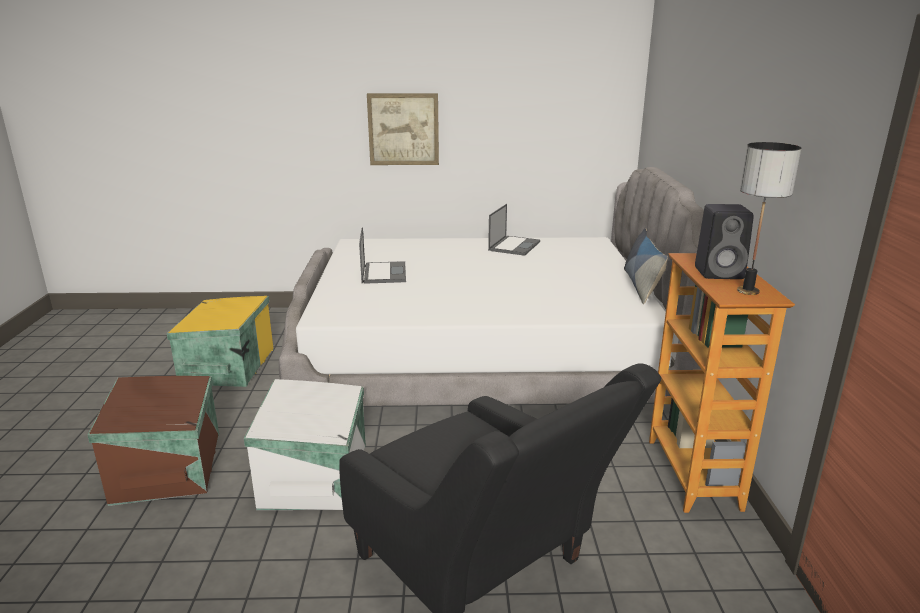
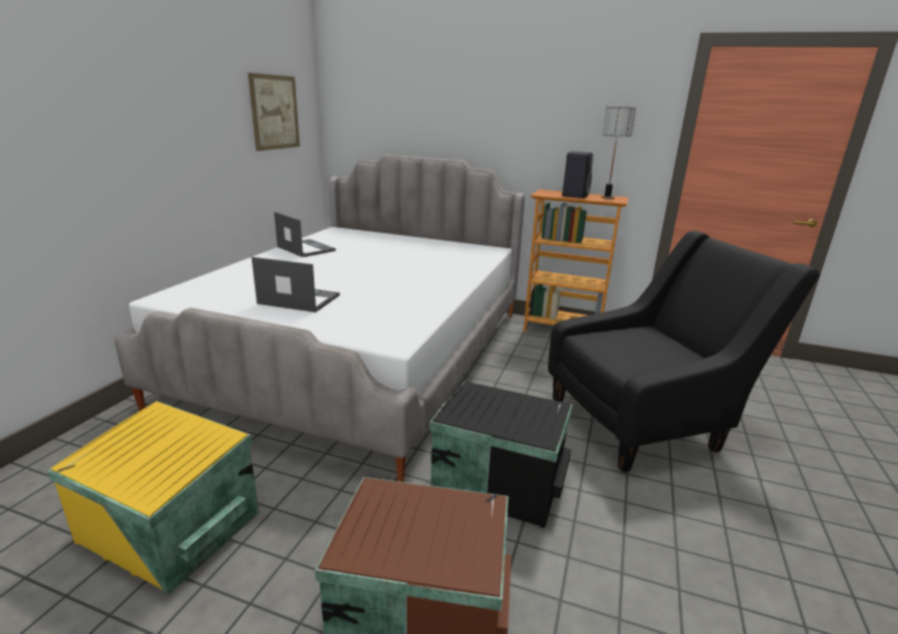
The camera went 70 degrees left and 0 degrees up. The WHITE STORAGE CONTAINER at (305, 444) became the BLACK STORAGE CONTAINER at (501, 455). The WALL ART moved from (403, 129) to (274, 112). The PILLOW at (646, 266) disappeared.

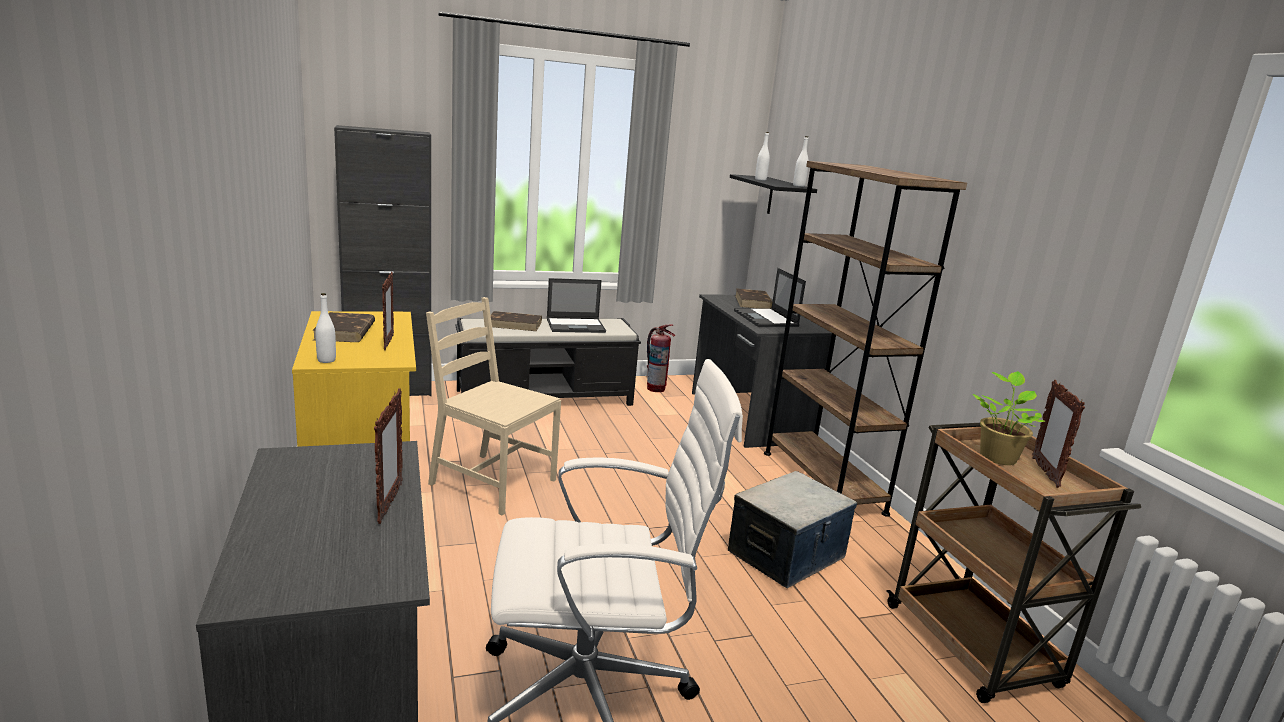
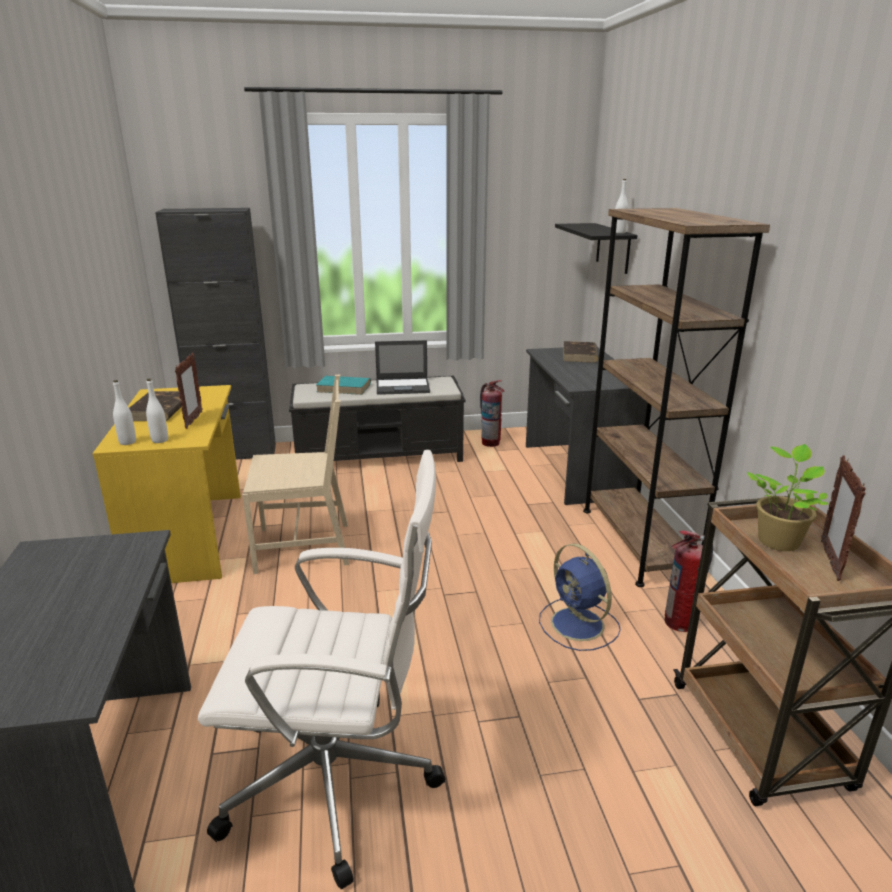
The camera went 10 degrees right and 5 degrees up. The PHOTO FRAME at (388, 456) disappeared. The BEIGE UPRIGHT CHAIR at (493, 406) turned 135 degrees clockwise. The BROWNISH BOUND BOOK at (516, 321) became the BLUE-GREEN BOUND BOOK at (343, 385). The STORAGE CONTAINER at (792, 529) was replaced by the BLUE-COLOURED COOLING FAN at (580, 597). The NOTEBOOK COMPUTER at (770, 297) disappeared. The WHITE BOTTLE moved from (762, 156) to (157, 411). The EXTINGUISHER at (689, 581) appeared.

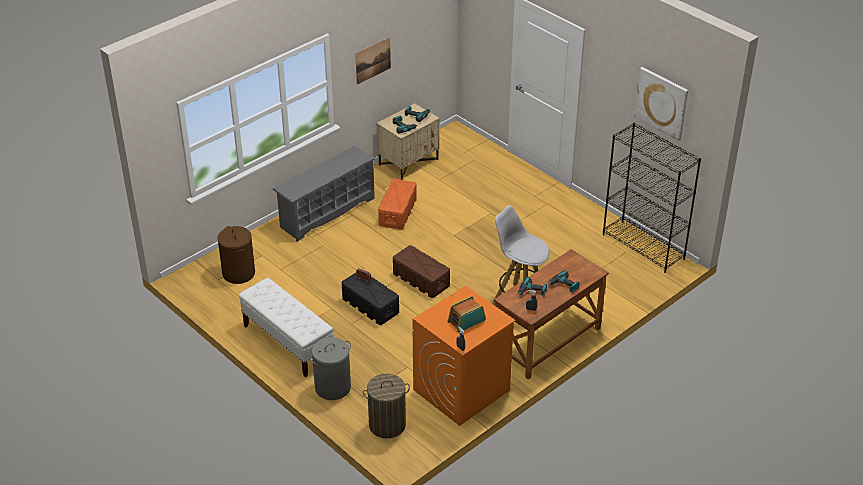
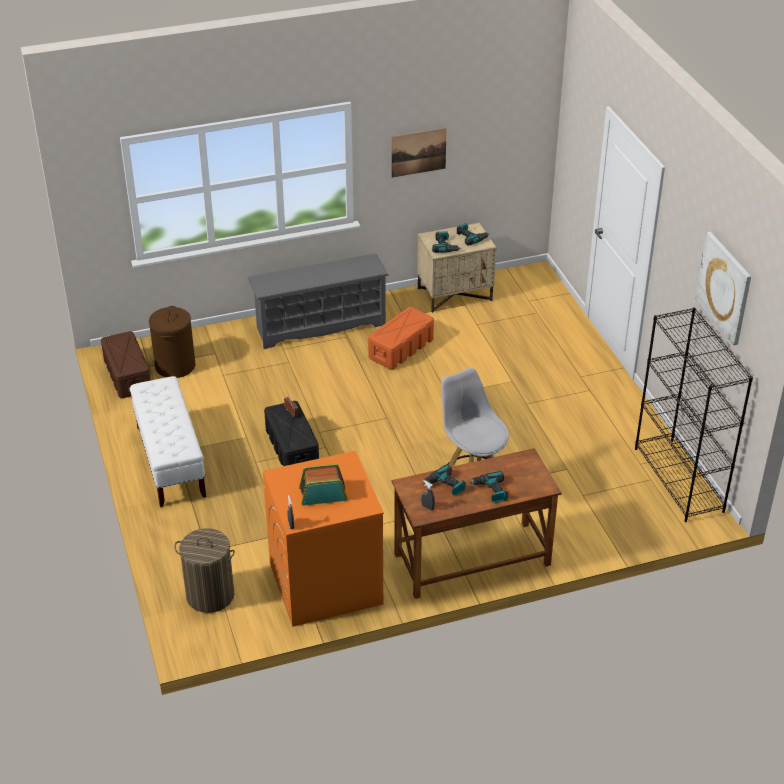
The camera went 25 degrees right and 0 degrees up. The GREY WASHING BASKET at (330, 368) disappeared. The BROWNISH STORAGE CONTAINER moved from (421, 271) to (126, 364).

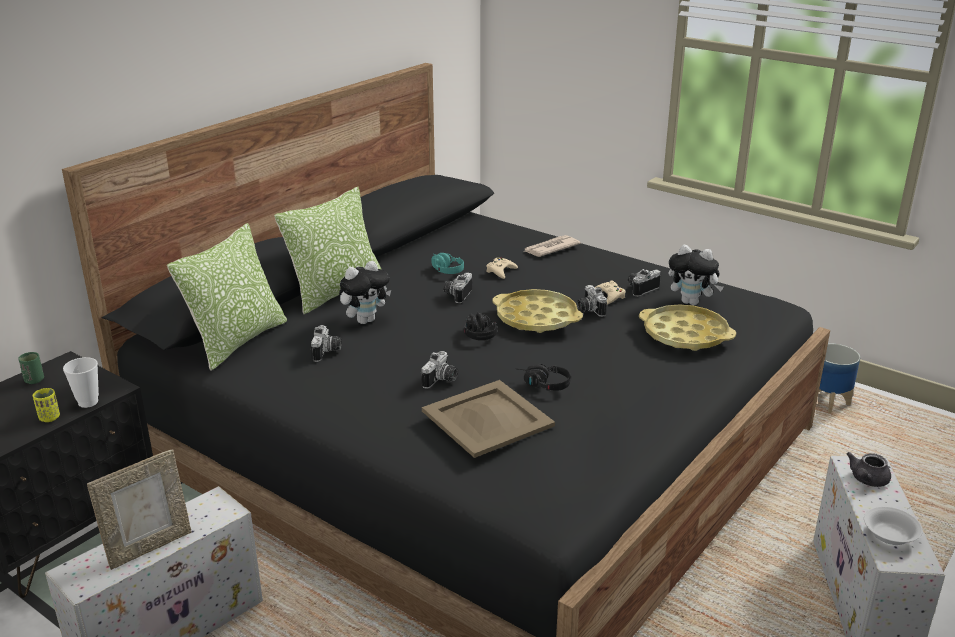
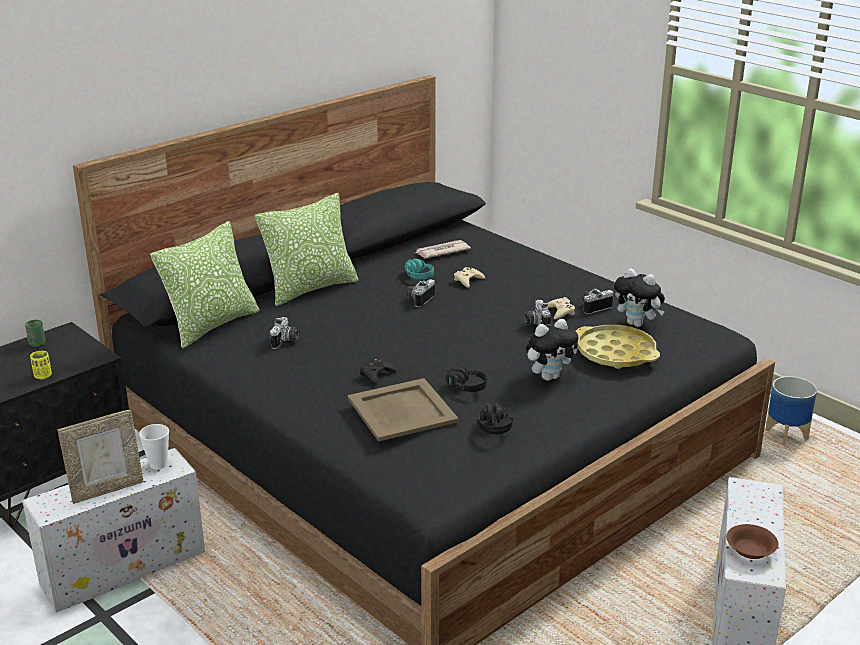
The camera went 10 degrees right and 0 degrees up. The DRINKING CUP moved from (81, 382) to (154, 446). The SOFT TOY moved from (365, 292) to (552, 350). The STILL CAMERA at (439, 370) was replaced by the BLACK JOYPAD at (378, 371). The BLACK PAIR OF HEADPHONES moved from (480, 326) to (495, 417). The YELLOW TRAY at (537, 311) disappeared. The NEWSPAPER moved from (553, 246) to (442, 249). The GREY TEAPOT at (868, 469) disappeared. The WHITE BOWL at (893, 525) became the BROWNISH BOWL at (752, 541).

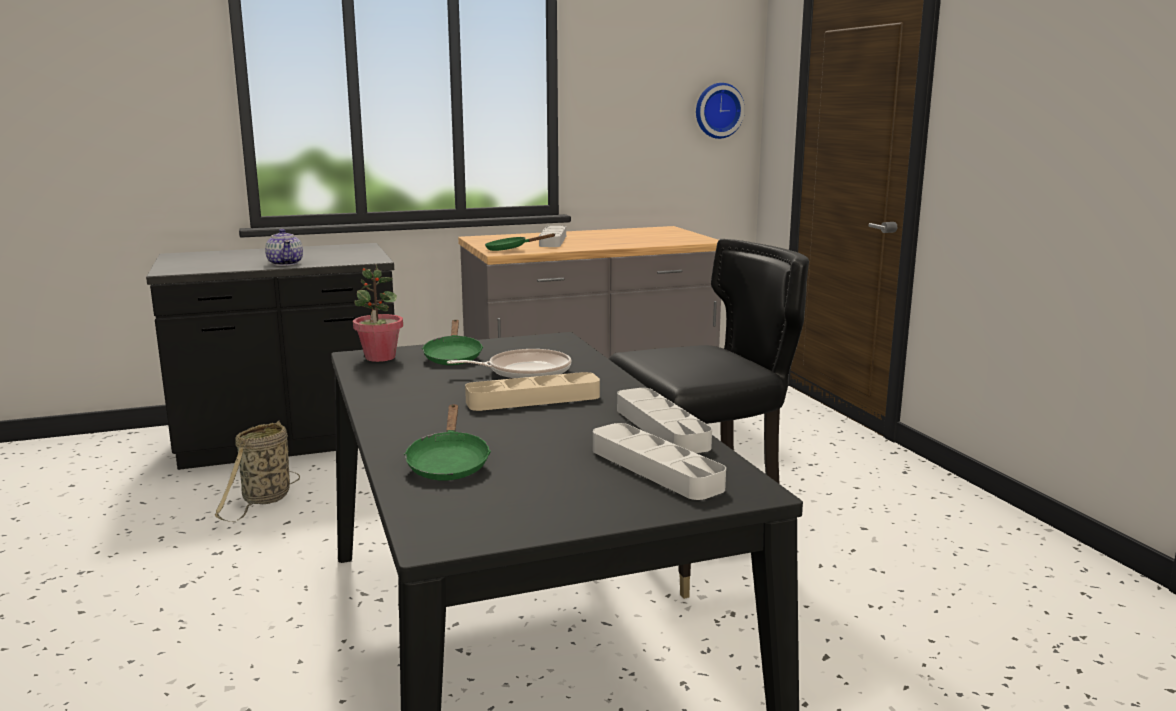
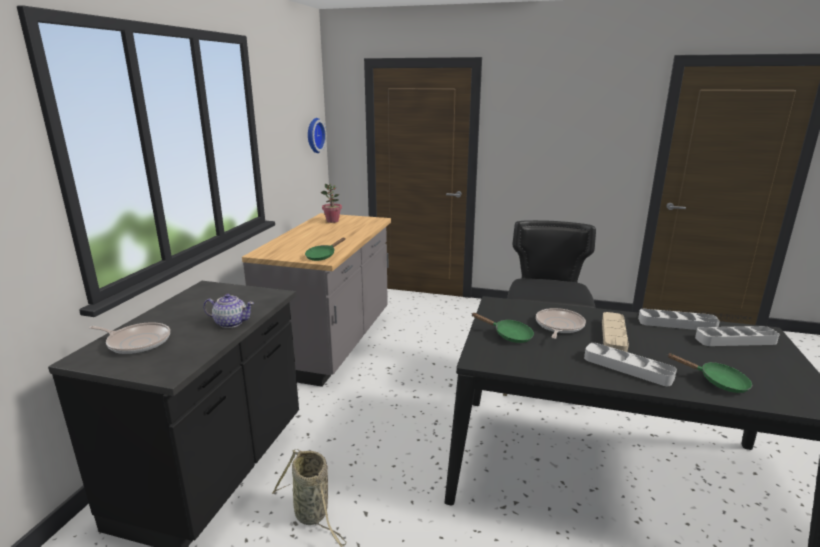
The camera went 55 degrees left and 5 degrees up. The HOUSEPLANT moved from (378, 313) to (331, 203). The GREY TRAY moved from (552, 236) to (630, 364). The PAN at (129, 338) appeared.

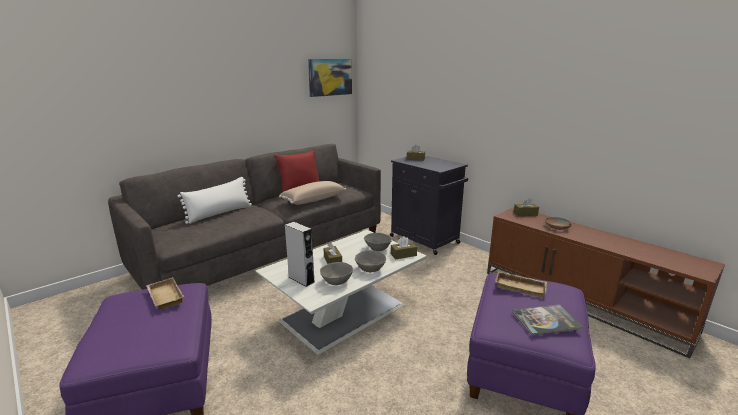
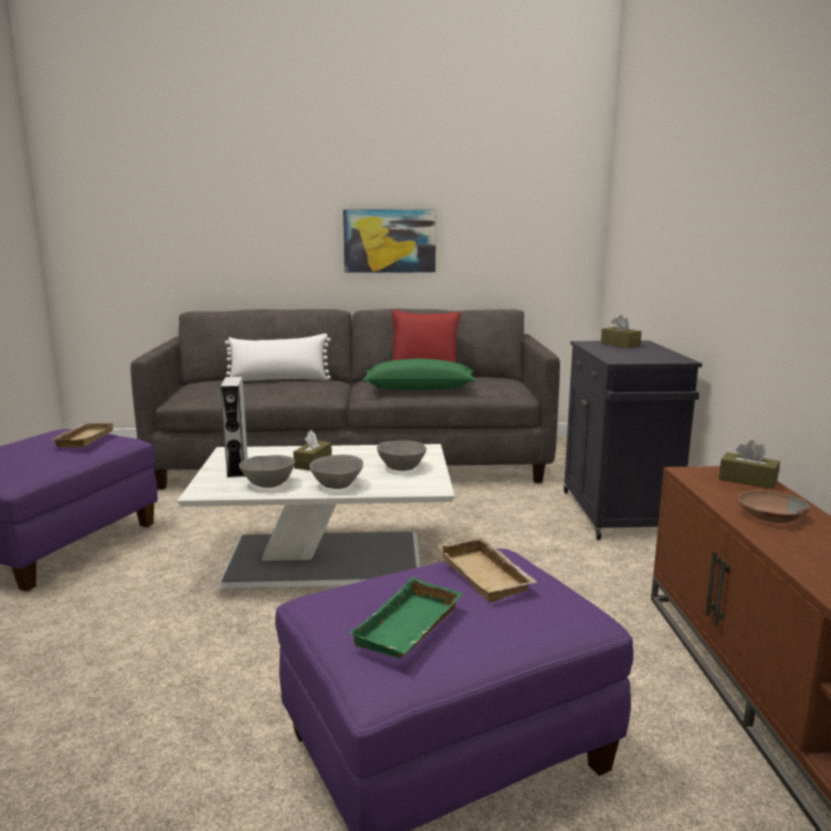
The camera went 40 degrees right and 5 degrees down. The BEIGE PILLOW at (312, 193) became the GREEN-COLOURED PILLOW at (419, 374). The WALL ART moved from (330, 78) to (389, 241). The BROWNISH TISSUE HOLDER at (404, 247) disappeared. The BOUND BOOK at (548, 320) was replaced by the GREEN-COLOURED TRAY at (406, 617).

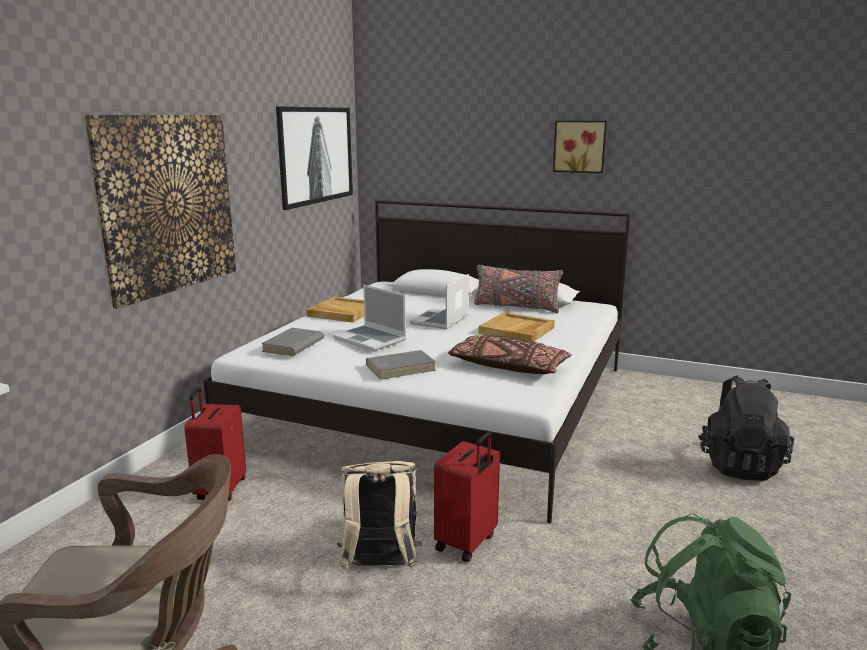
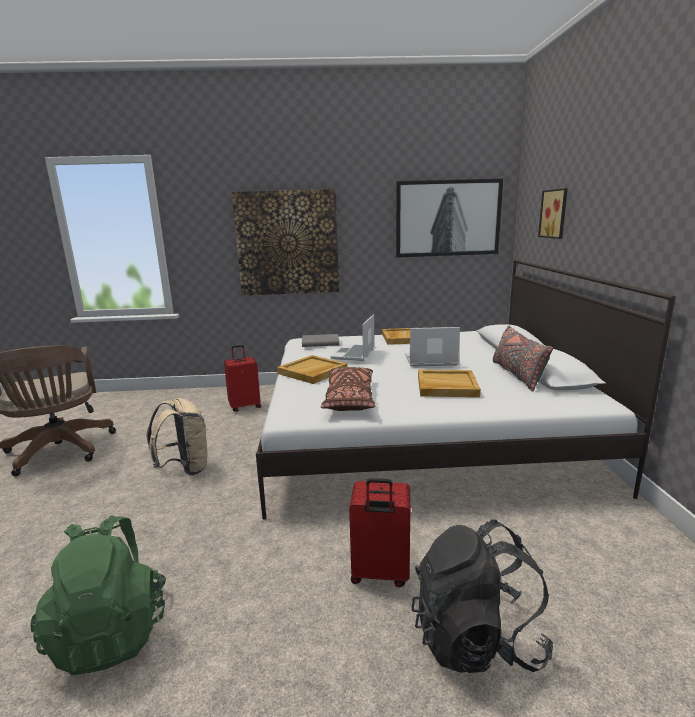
The camera went 65 degrees right and 0 degrees up. The GREY BOUND BOOK at (401, 365) was replaced by the BEIGE TRAY at (312, 369). The RED SUITCASE moved from (467, 497) to (379, 532). The WALL ART moved from (580, 147) to (553, 213).

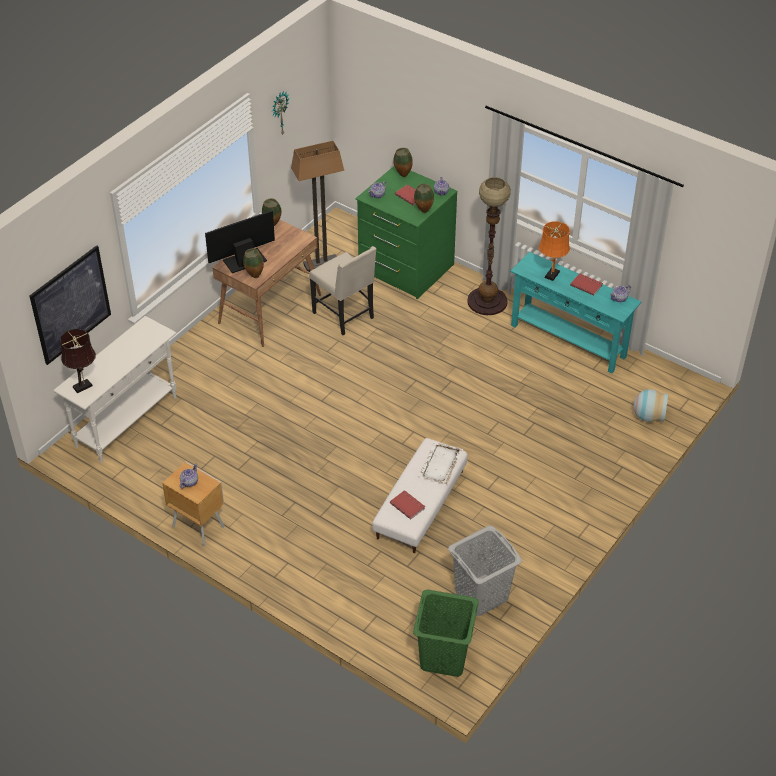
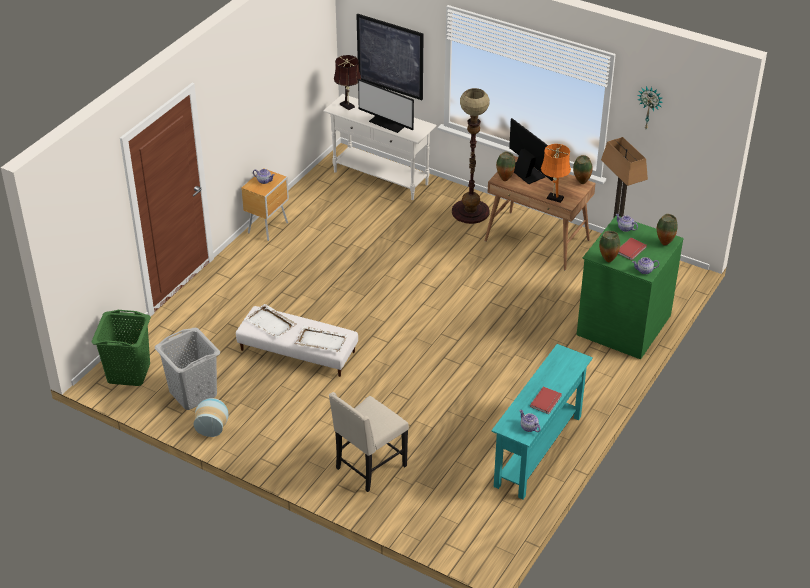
The camera went 85 degrees right and 5 degrees down. The BEIGE UPRIGHT CHAIR moved from (342, 290) to (369, 442). The RED BOUND BOOK at (407, 505) was replaced by the WHITE TRAY at (271, 321). The STANDING LAMP moved from (489, 246) to (471, 156). The ORANGE-COLOURED LAMP FOR A TABLE moved from (554, 251) to (556, 173). The VASE moved from (650, 405) to (211, 417). The MONITOR at (386, 106) appeared.

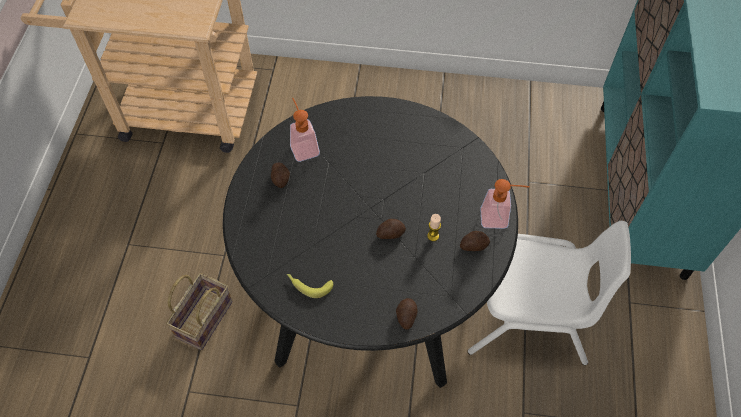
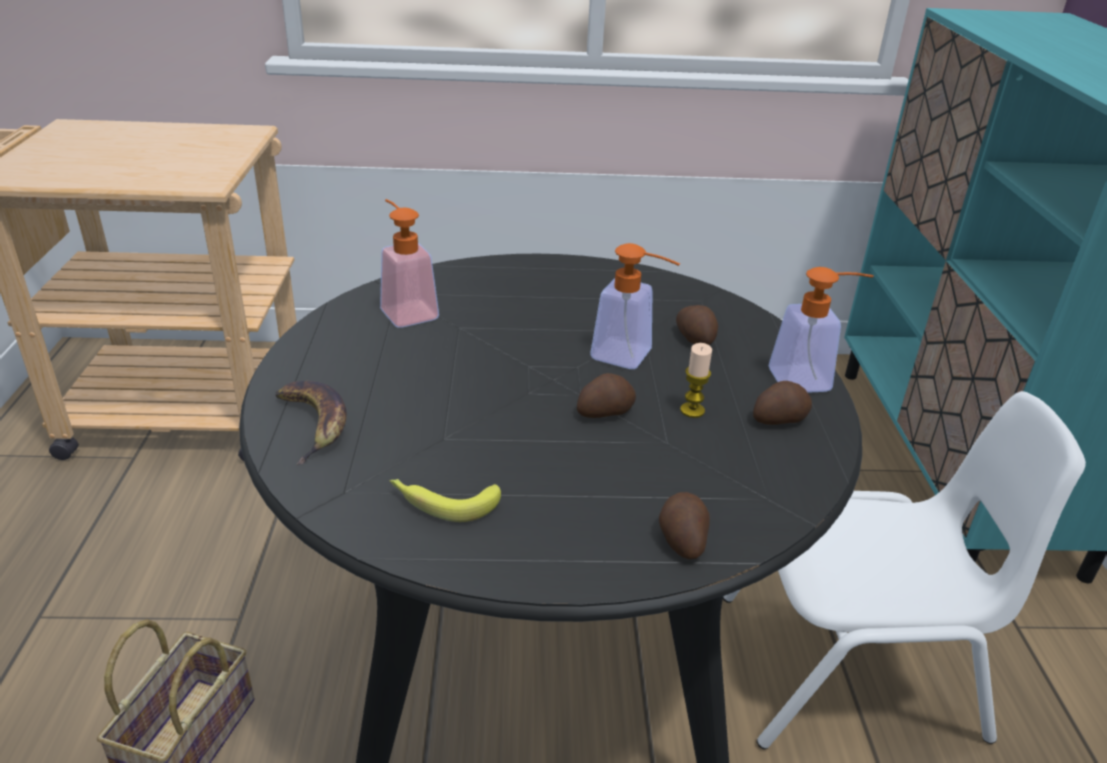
The camera went 10 degrees left and 25 degrees down. The SPUD moved from (280, 175) to (697, 325). The WHOLE BANANA at (311, 423) appeared. The SOAP BOTTLE at (635, 306) appeared.

